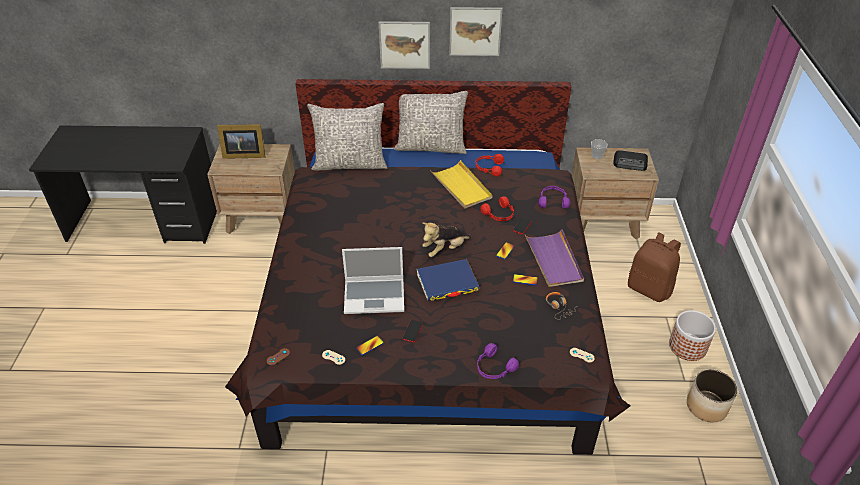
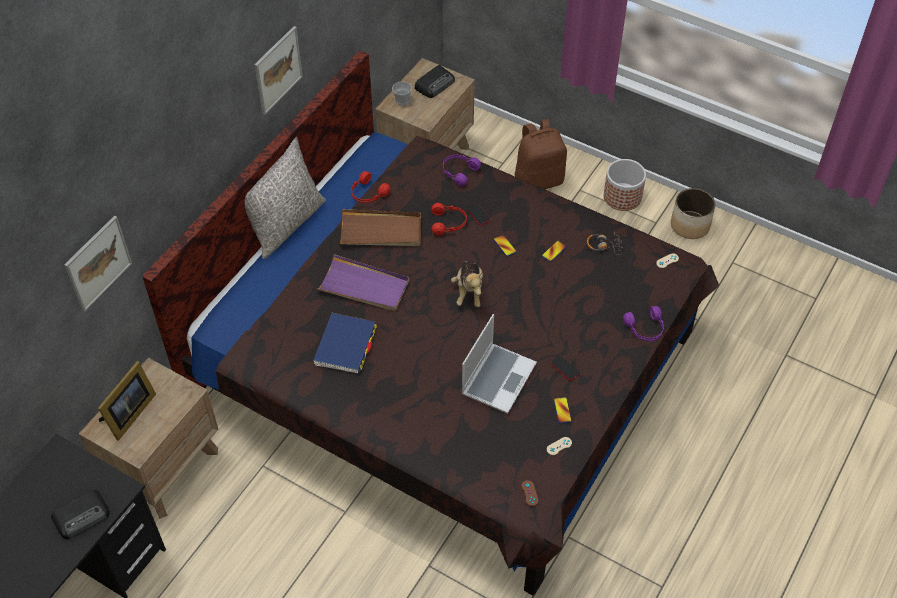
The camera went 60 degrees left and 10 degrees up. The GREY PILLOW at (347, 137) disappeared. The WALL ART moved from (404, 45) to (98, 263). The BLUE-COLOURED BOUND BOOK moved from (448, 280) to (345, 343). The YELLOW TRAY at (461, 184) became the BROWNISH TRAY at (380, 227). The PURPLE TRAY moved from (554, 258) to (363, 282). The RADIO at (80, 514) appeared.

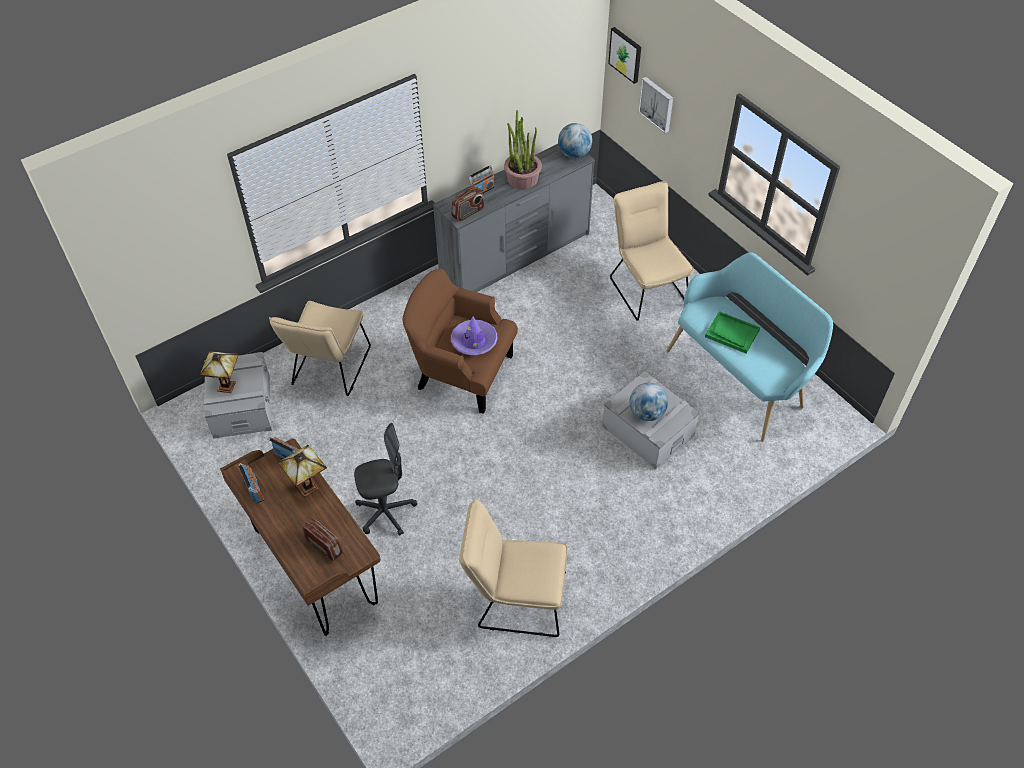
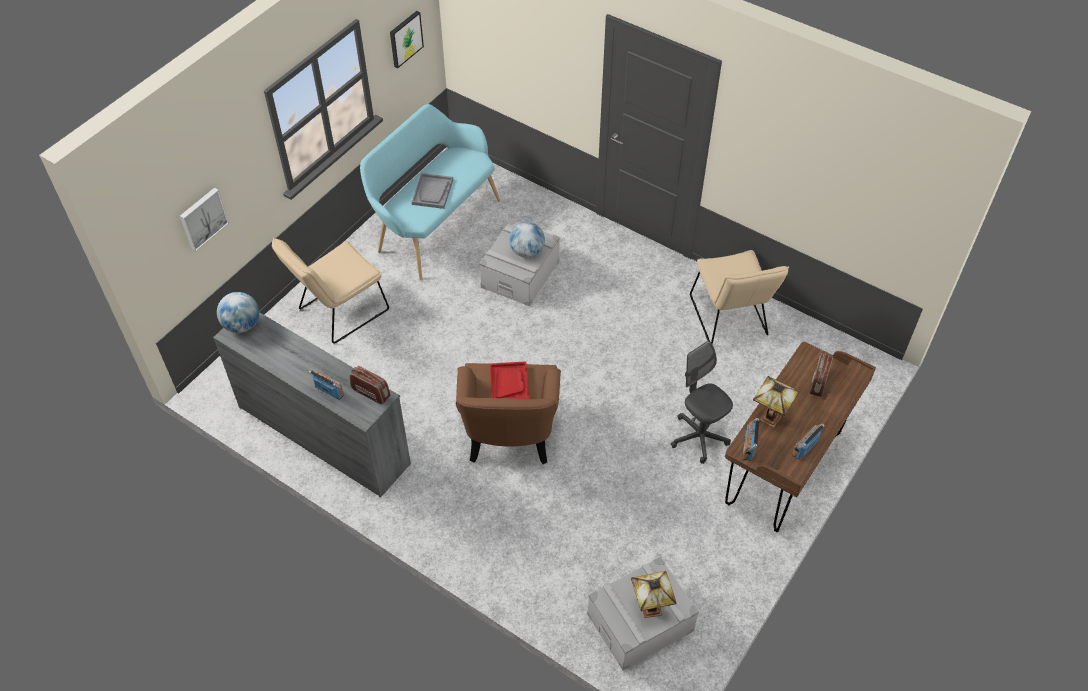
The camera went 110 degrees left and 0 degrees up. The BEIGE UPRIGHT CHAIR at (320, 348) disappeared. The PURPLE CLOTHING HAT at (474, 336) was replaced by the RED TRAY at (509, 380). The HOUSEPLANT at (523, 149) disappeared. The WALL ART moved from (624, 55) to (407, 39). The GREEN-COLOURED TRAY at (732, 332) became the GREY TRAY at (432, 191).

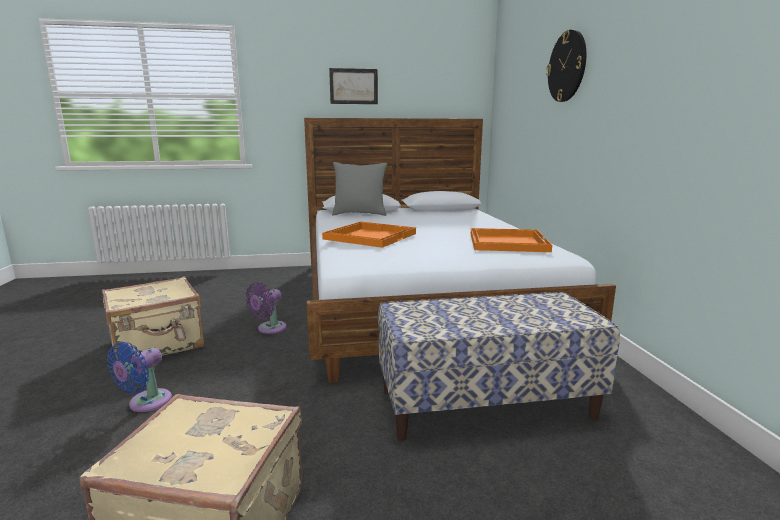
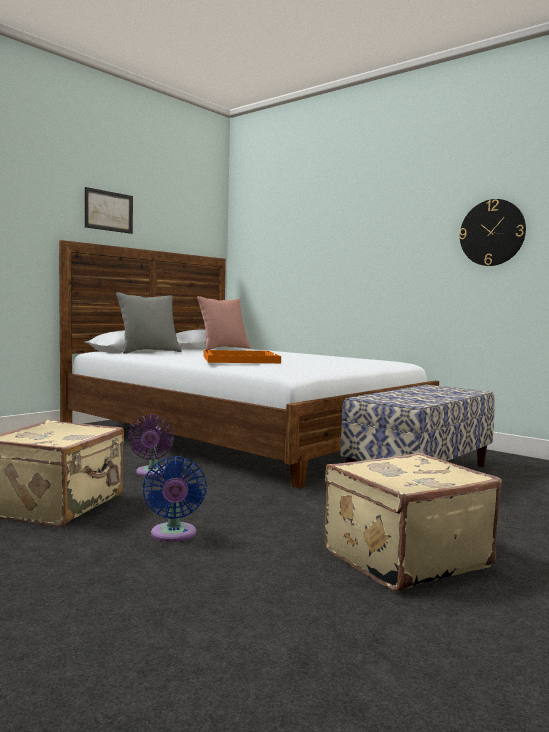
The camera went 40 degrees left and 10 degrees down. The ORANGE-COLOURED TRAY at (511, 240) disappeared. The WALL CLOCK moved from (566, 66) to (492, 232). The PINKISH PILLOW at (223, 323) appeared.

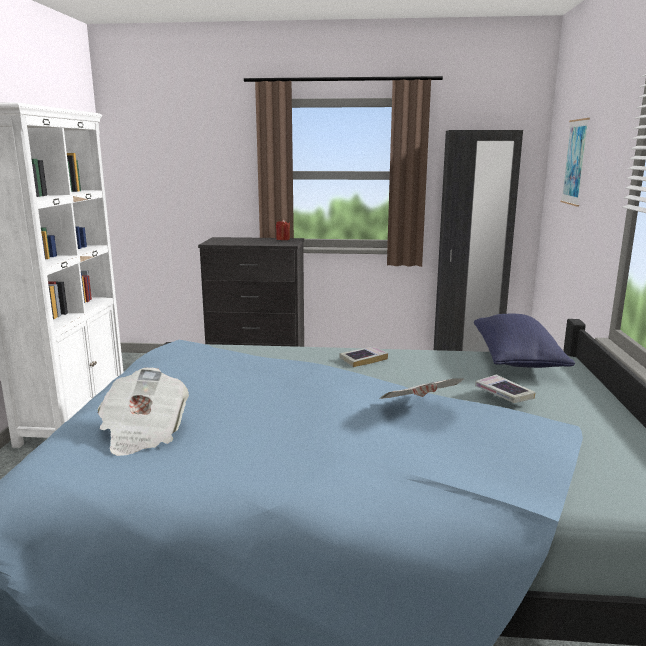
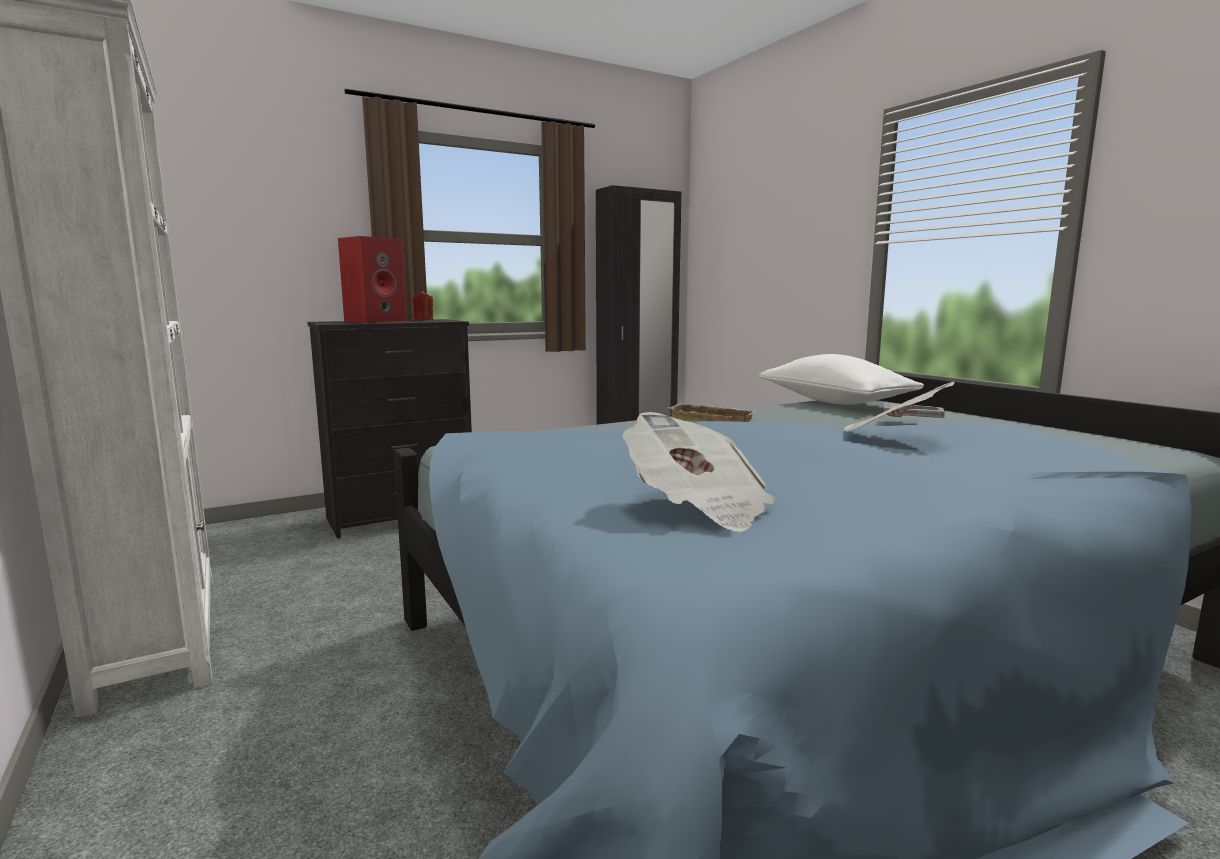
The camera went 35 degrees left and 5 degrees down. The BOUND BOOK at (363, 356) was replaced by the BEIGE TRAY at (711, 412). The BLUE-COLOURED PILLOW at (524, 341) became the WHITE PILLOW at (841, 379). The WALL ART at (575, 162) disappeared. The RED AUDIO SPEAKER at (372, 279) appeared.

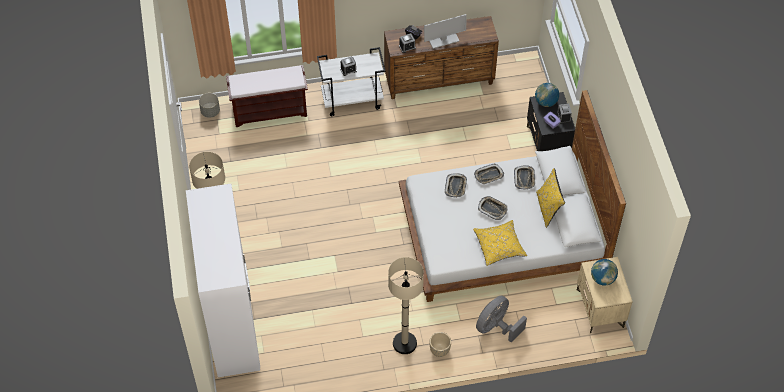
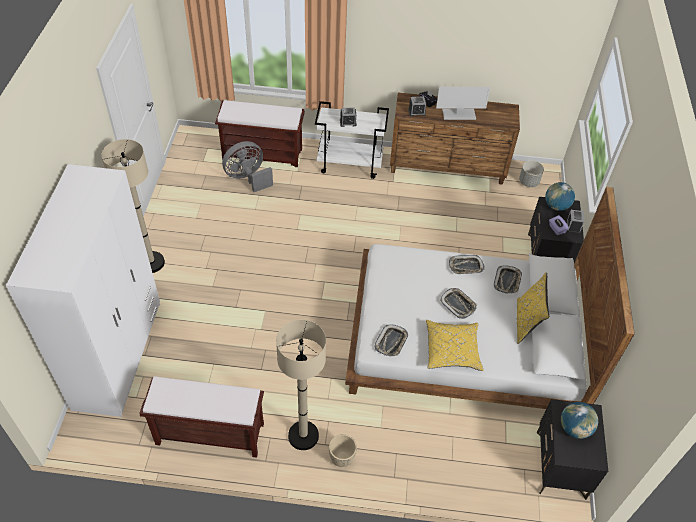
The camera went 15 degrees right and 5 degrees down. The GREY FLOWER POT moved from (209, 105) to (531, 173). The TRAY moved from (456, 185) to (391, 340). The GREY COOLING FAN moved from (501, 319) to (247, 166). The BEIGE NIGHTSTAND at (605, 295) became the BLACK NIGHTSTAND at (572, 449). The BROWNISH BENCH at (201, 417) appeared.

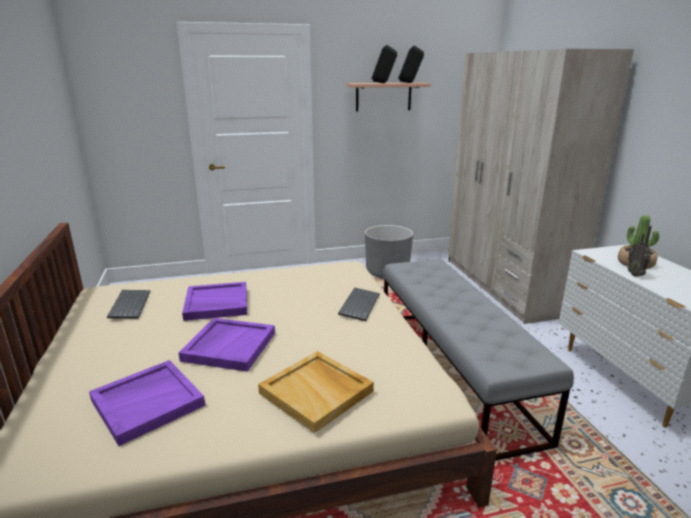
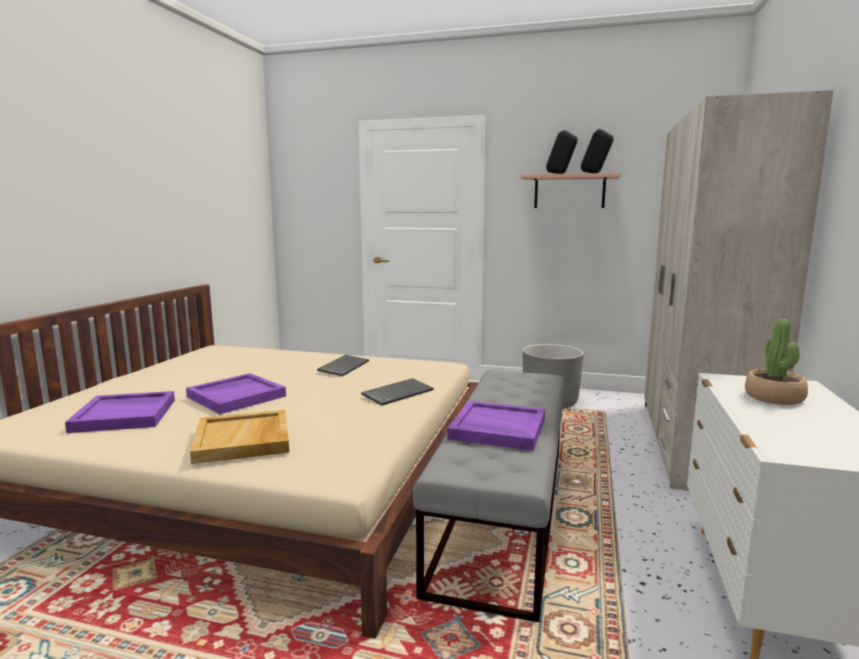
The camera went 30 degrees right and 10 degrees down. The PC KEYBOARD moved from (128, 304) to (343, 365). The PURPLE TRAY moved from (214, 301) to (496, 426). The RADIO at (639, 251) disappeared.

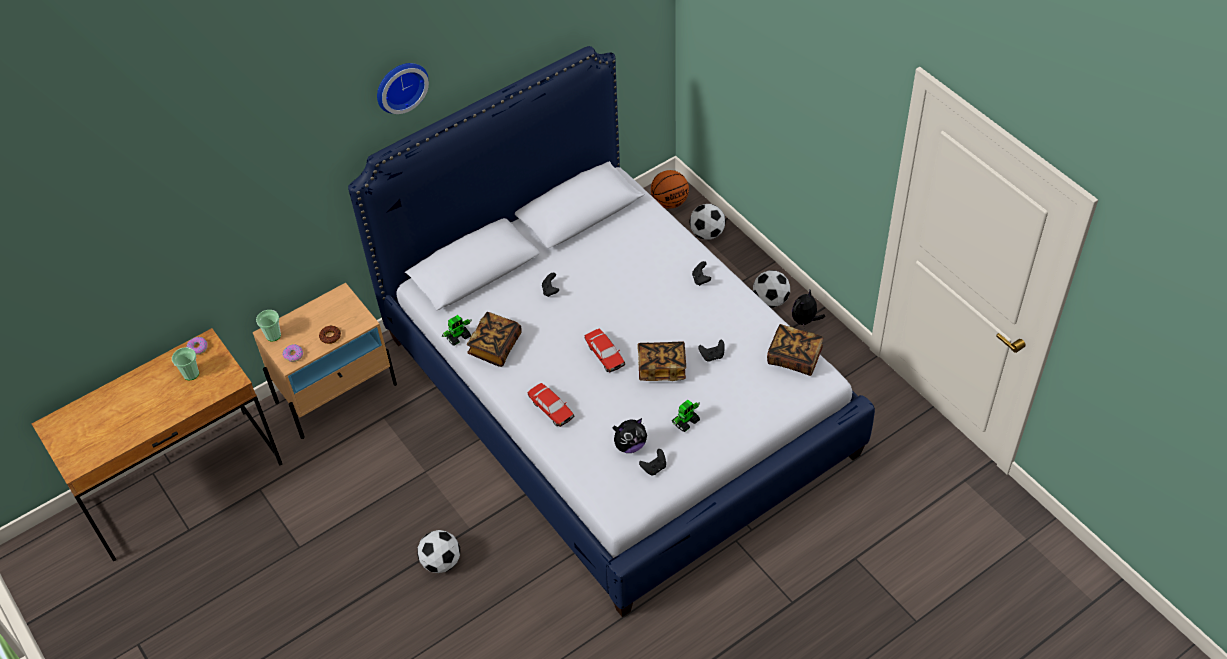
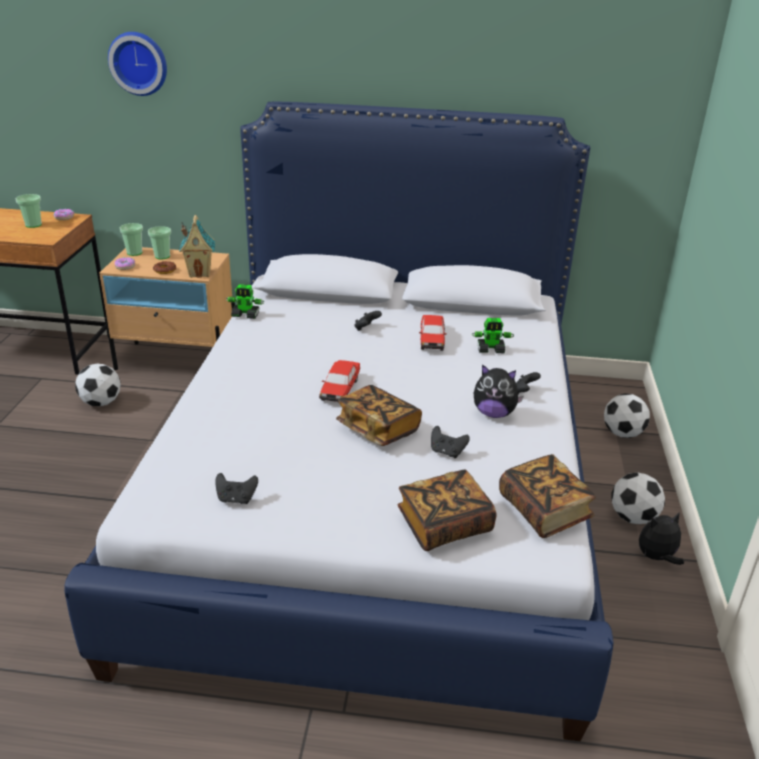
The camera went 40 degrees right and 20 degrees down. The WALL CLOCK moved from (403, 88) to (137, 64). The BALL FOR FOOTBALL moved from (438, 551) to (98, 385). The BOUND BOOK moved from (494, 339) to (447, 510). The MODEL CAR moved from (551, 405) to (433, 333). The SOFT TOY moved from (629, 435) to (499, 391). The BASKETBALL BALL at (670, 189) disappeared. The ROBOT FIGURE moved from (686, 416) to (493, 335). The DRINKING CUP at (159, 242) appeared. The TOY HOUSE at (197, 246) appeared.

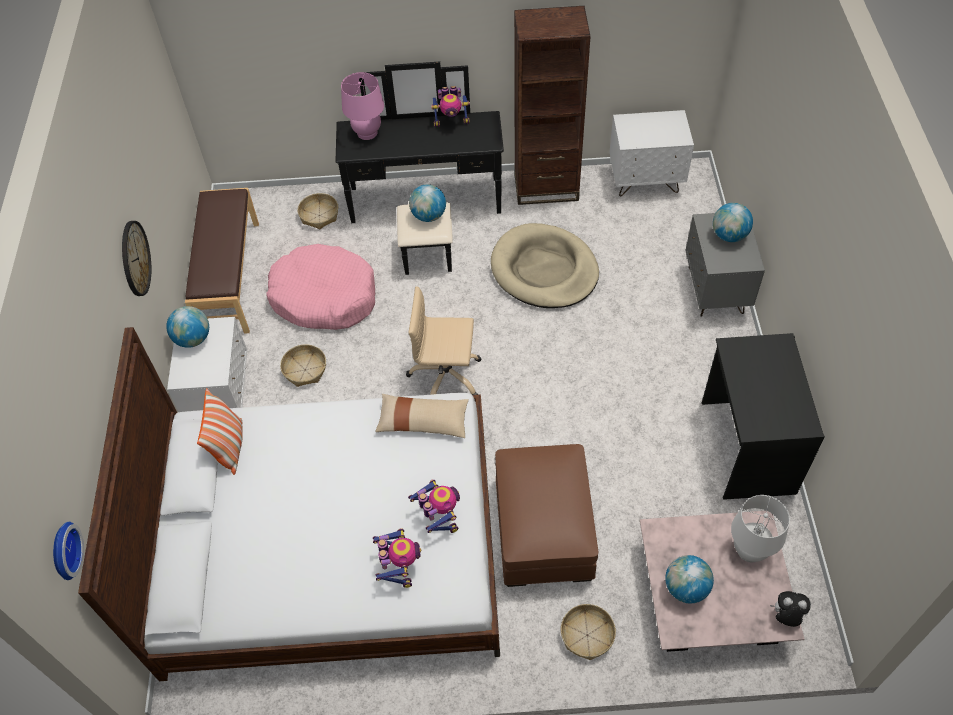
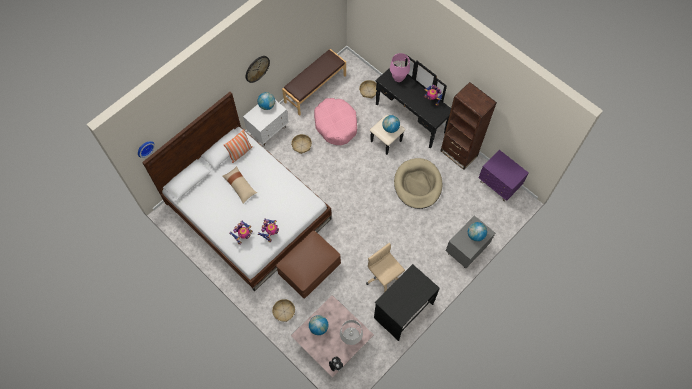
The camera went 45 degrees right and 10 degrees up. The BEIGE PILLOW moved from (422, 416) to (239, 184). The BEIGE COMPUTER CHAIR moved from (444, 340) to (385, 268). The WHITE NIGHTSTAND at (652, 153) became the PURPLE NIGHTSTAND at (504, 175).

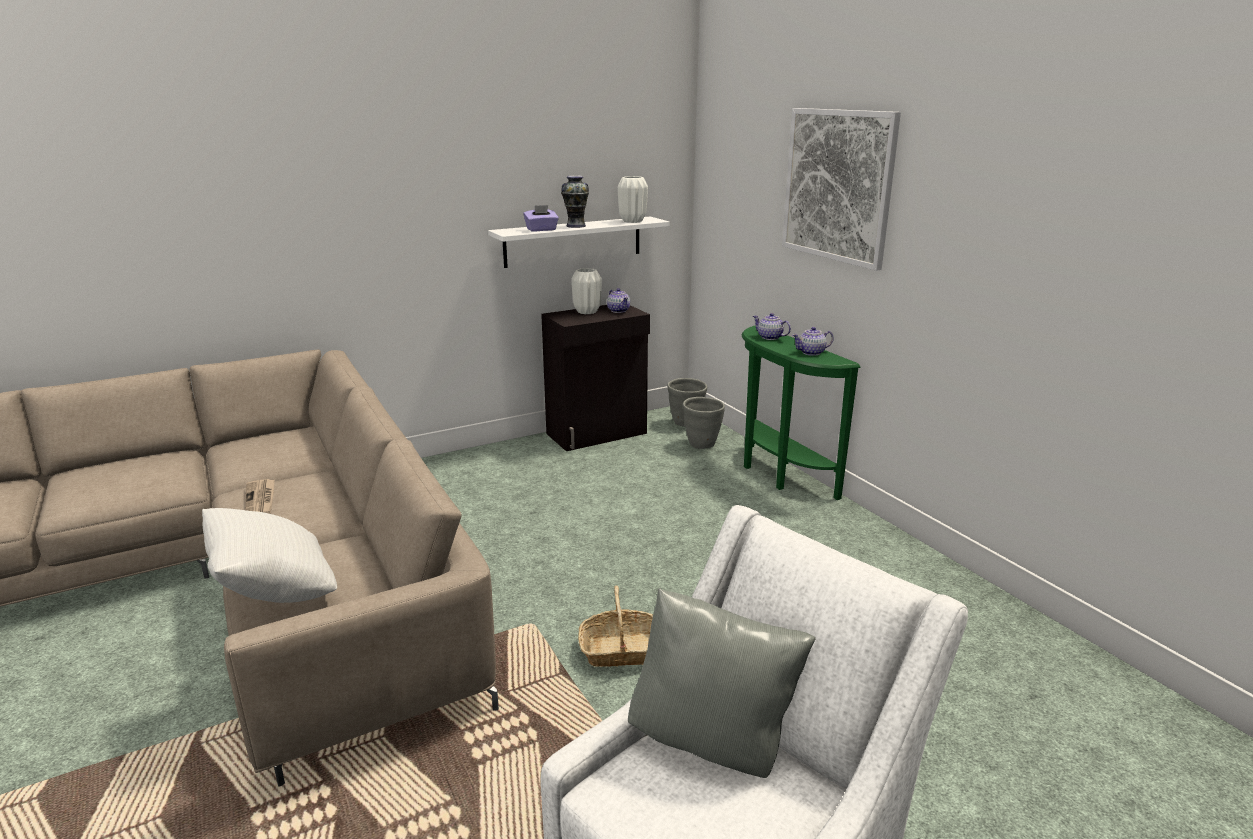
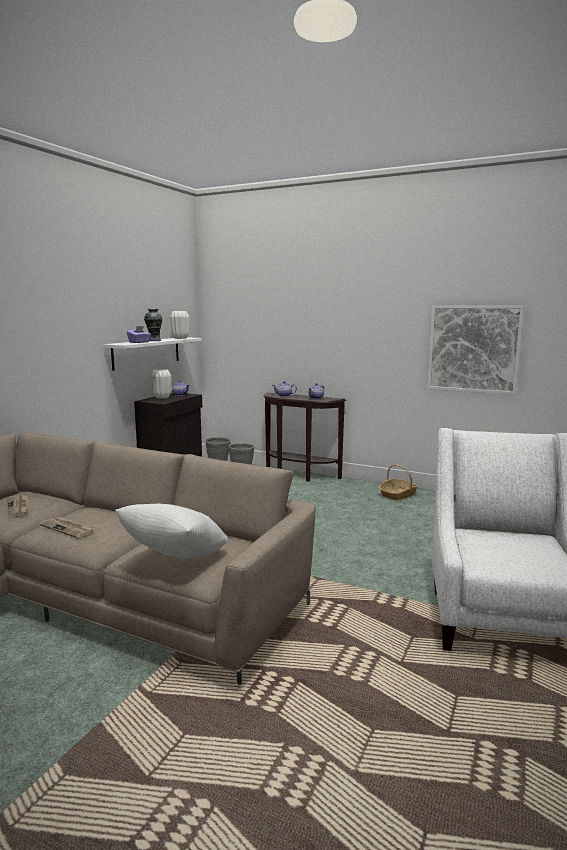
The camera went 35 degrees left and 10 degrees down. The HOUSEHOLD BASKET moved from (615, 626) to (398, 482). The GREY PILLOW at (722, 683) disappeared. The GREEN-COLOURED NARROW TABLE at (801, 412) became the BROWNISH NARROW TABLE at (304, 437). The WALL ART moved from (841, 189) to (476, 350). The NEWSPAPER at (17, 506) appeared.

